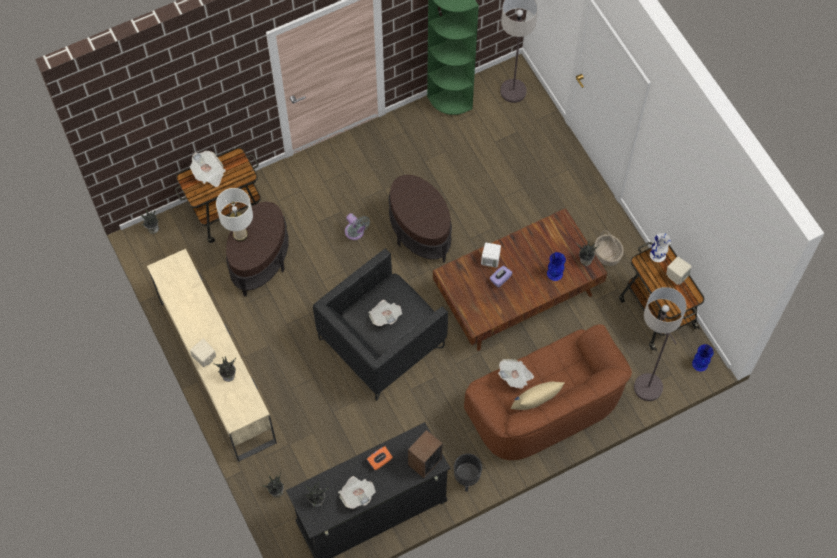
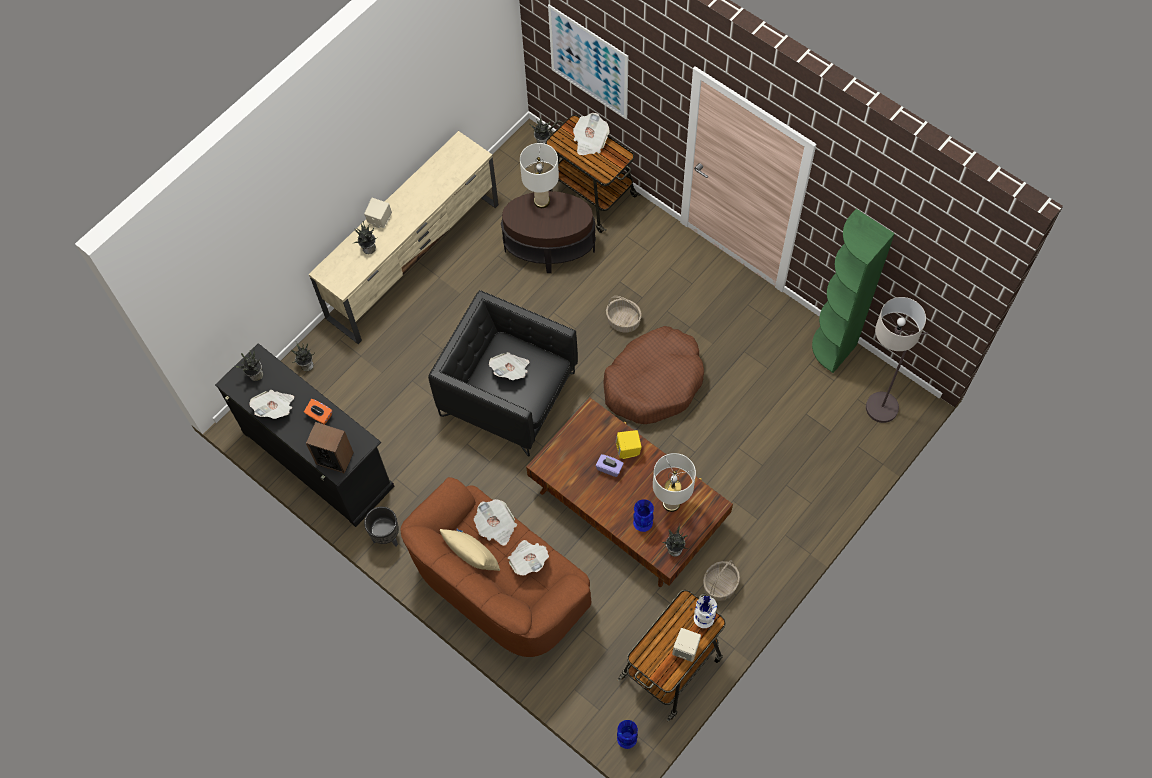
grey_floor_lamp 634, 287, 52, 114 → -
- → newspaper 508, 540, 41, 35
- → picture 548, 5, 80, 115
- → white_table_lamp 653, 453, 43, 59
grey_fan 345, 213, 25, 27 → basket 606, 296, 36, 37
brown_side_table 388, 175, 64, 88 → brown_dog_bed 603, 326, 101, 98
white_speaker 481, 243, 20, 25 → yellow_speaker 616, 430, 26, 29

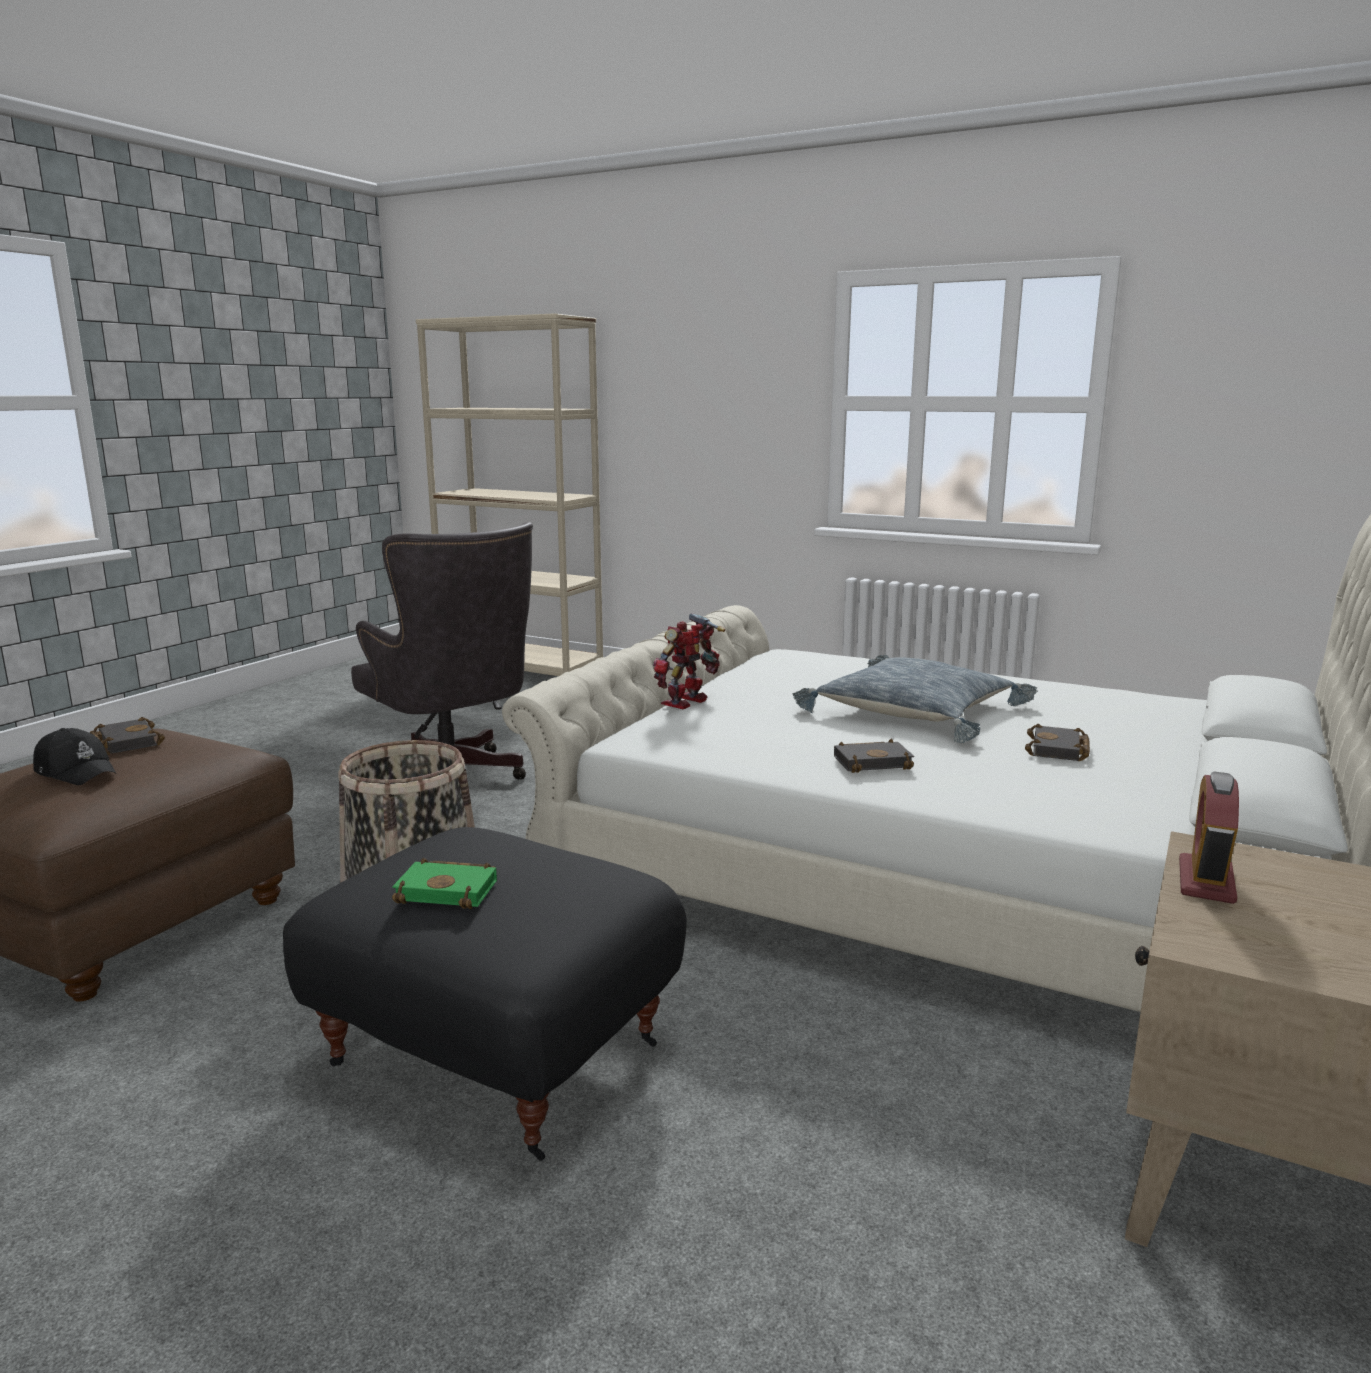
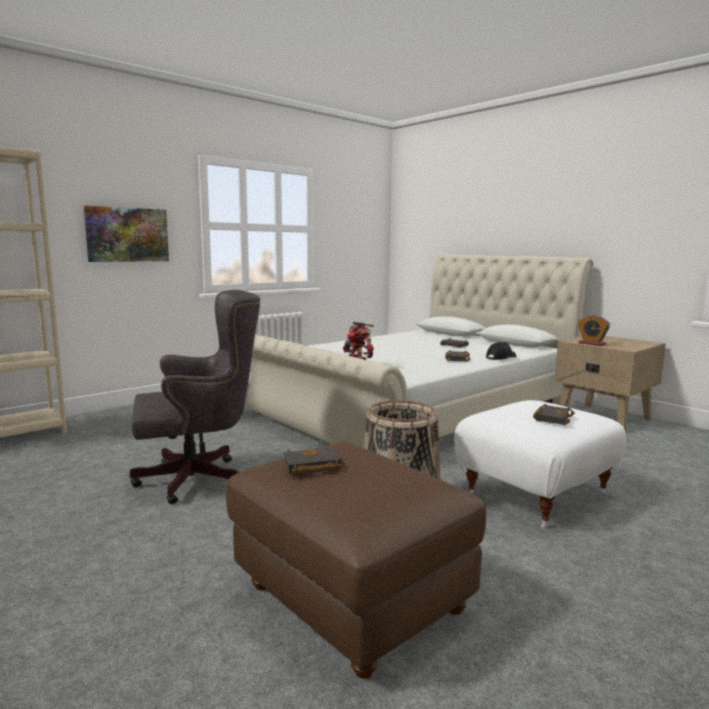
pillow 793, 654, 244, 89 → -
- → picture 84, 206, 85, 56
black_cap 33, 728, 83, 57 → black_cap 486, 342, 30, 18, shifted
black_ottoman 283, 827, 403, 334 → white_ottoman 454, 400, 172, 129
green_book 392, 858, 105, 51 → black_book 533, 404, 42, 21

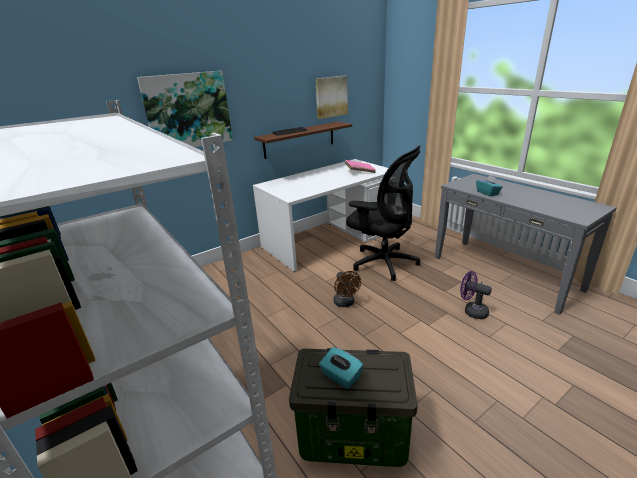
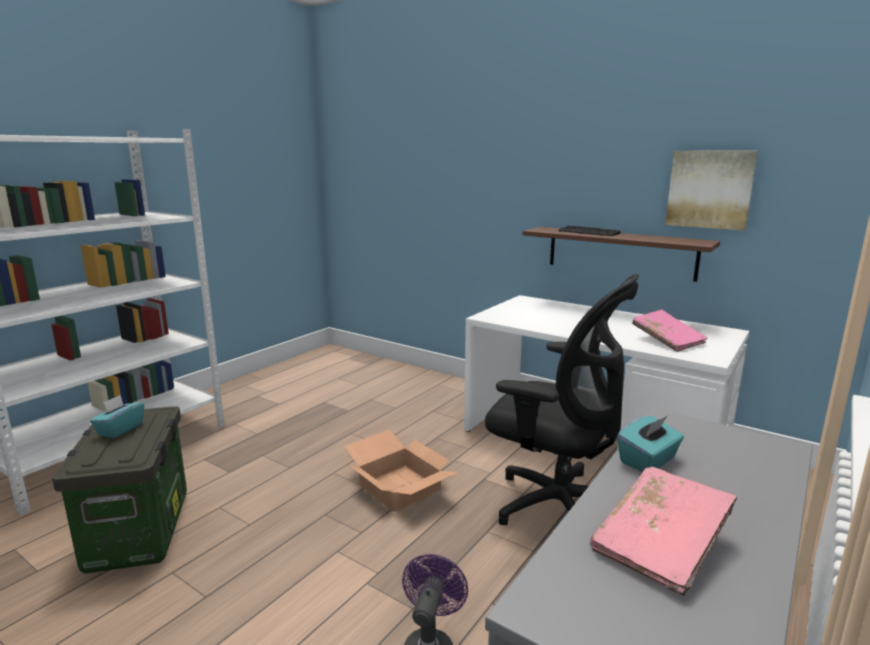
picture 137, 71, 96, 76 → -
- → pink_book 590, 467, 147, 129
brown_fan 333, 271, 28, 36 → cardboard_box 344, 430, 114, 82
black_office_chair 346, 146, 74, 135 → black_office_chair 485, 274, 154, 251, 75 degrees counterclockwise

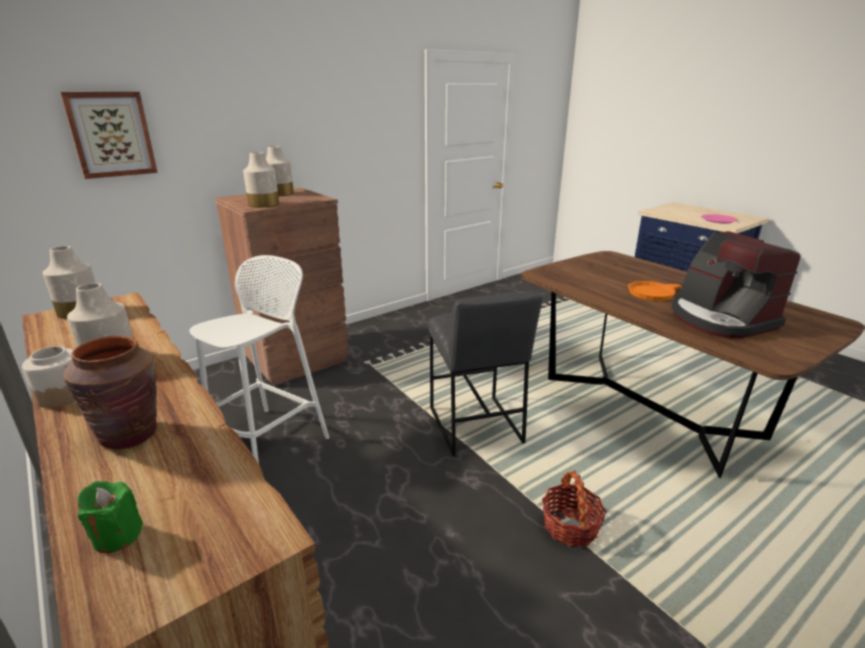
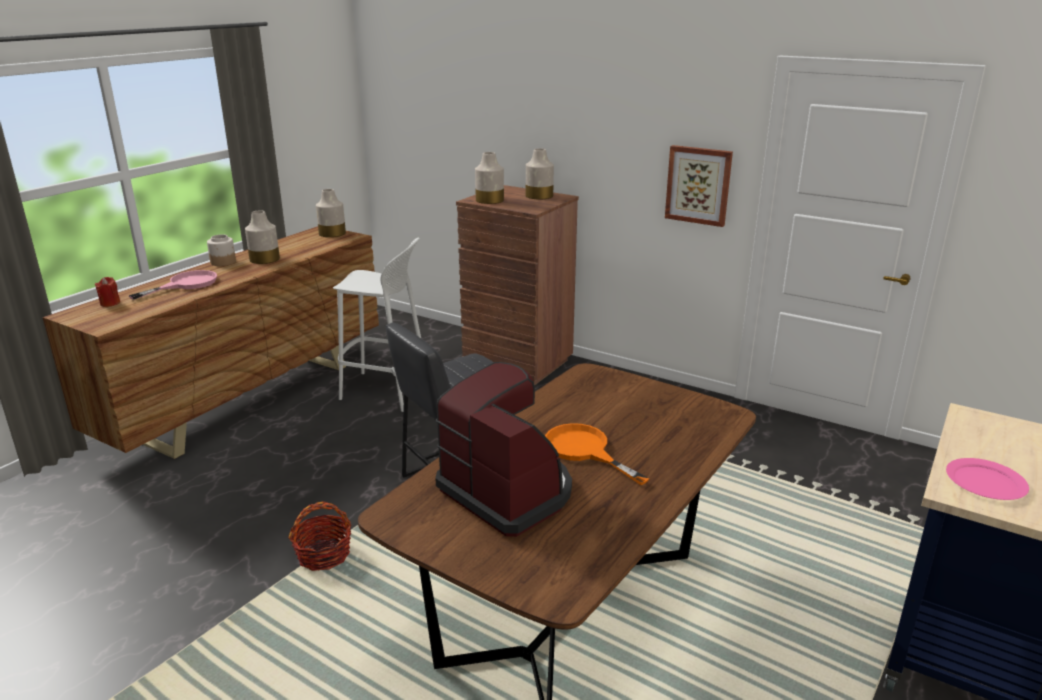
picture 60, 92, 98, 87 → picture 665, 145, 68, 82, shifted
brown_vase 63, 336, 94, 114 → pink_frying_pan 129, 270, 88, 30
green_candle 78, 481, 65, 72 → red_candle 95, 277, 25, 30
coffee_machine 671, 231, 129, 107 → coffee_machine 435, 362, 137, 175, 90 degrees clockwise

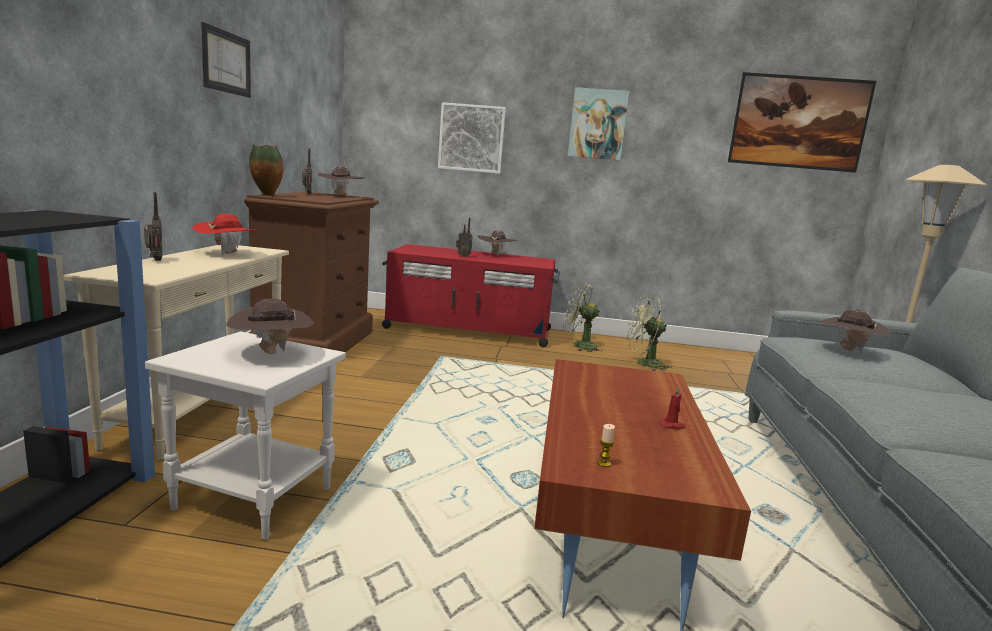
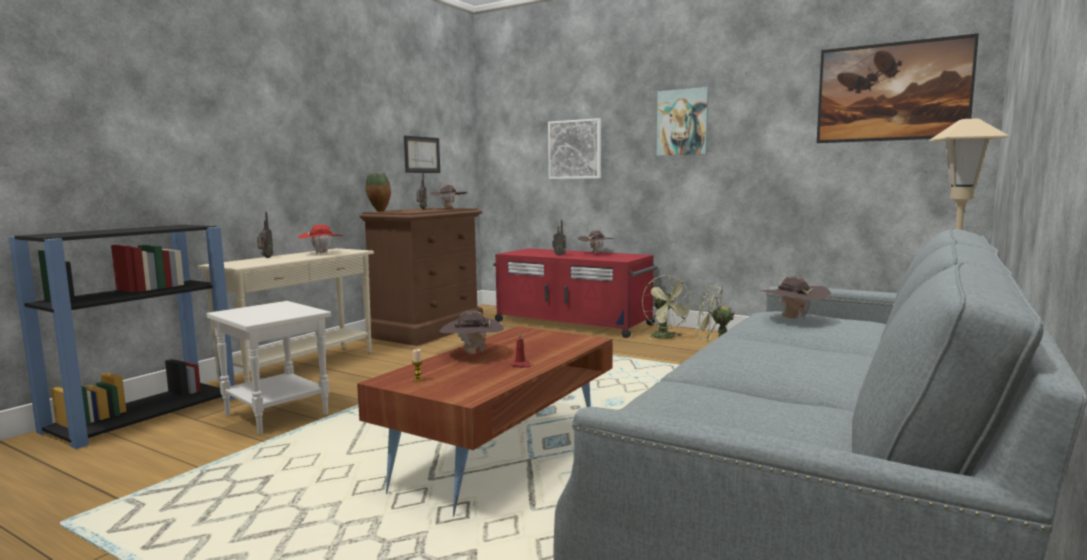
picture 201, 22, 50, 76 → picture 404, 136, 36, 37, shifted
brown_hat 226, 298, 88, 56 → brown_hat 439, 310, 65, 44, shifted
green_fan 563, 282, 38, 70 → green_fan 642, 275, 52, 65, 150 degrees counterclockwise

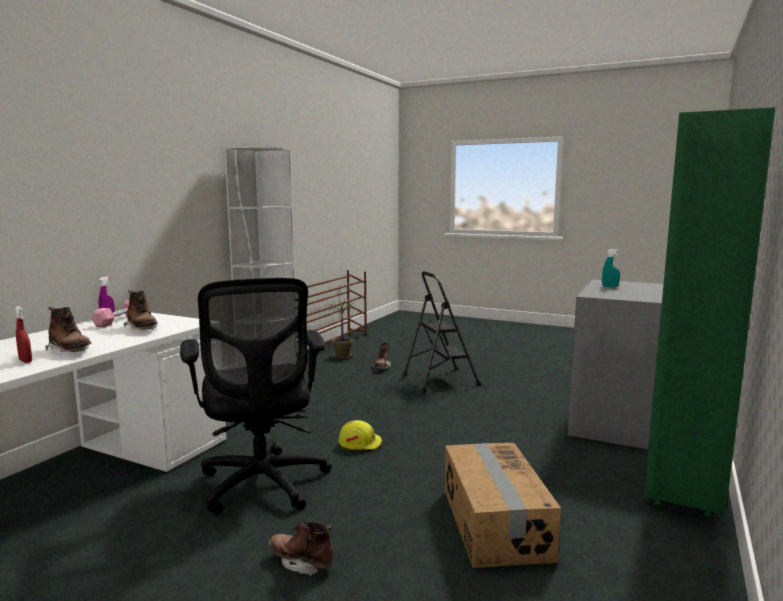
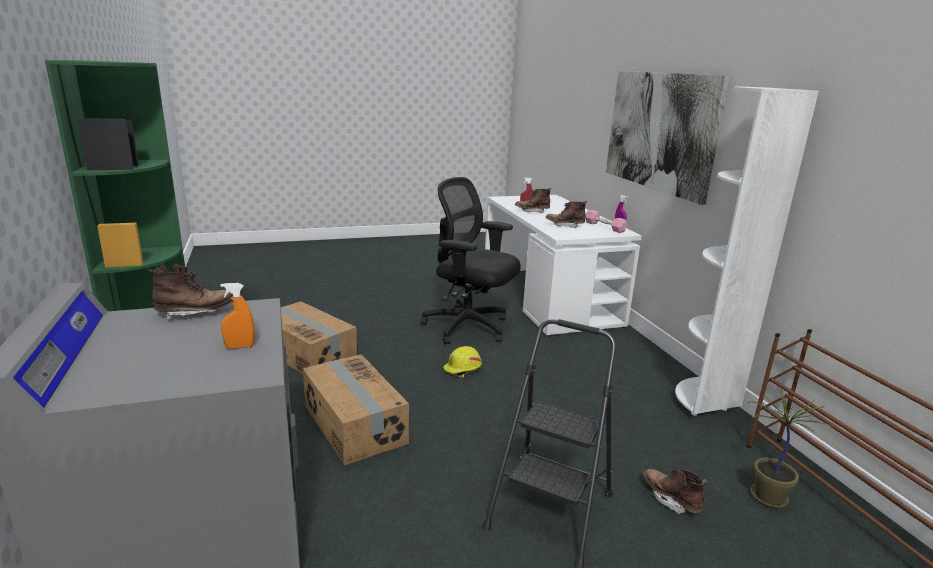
- → cardboard_box 303, 354, 106, 111
- → picture 606, 71, 124, 134
brown_boot 268, 522, 66, 54 → brown_boot 148, 264, 85, 56, shifted
turquoise_spray_bottle 602, 249, 18, 38 → orange_spray_bottle 220, 283, 35, 66

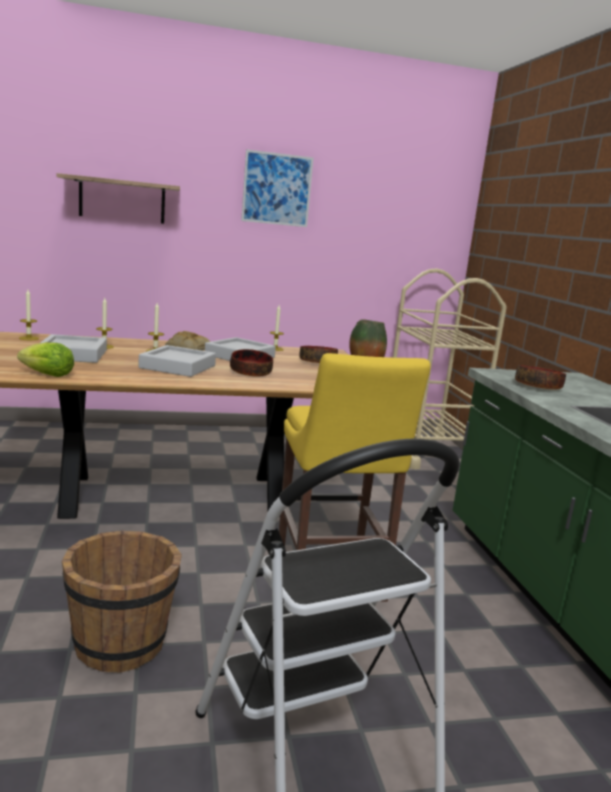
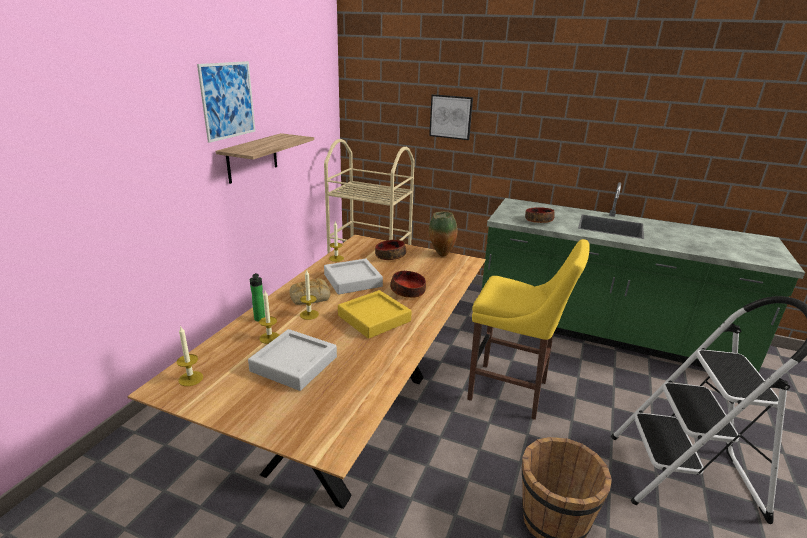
lettuce 17, 342, 57, 35 → -
- → bottle 250, 273, 15, 49
- → picture 429, 94, 44, 46
shelf 56, 173, 124, 51 → shelf 215, 133, 99, 51, shifted
grey_tray 138, 345, 78, 32 → yellow_tray 338, 290, 73, 49

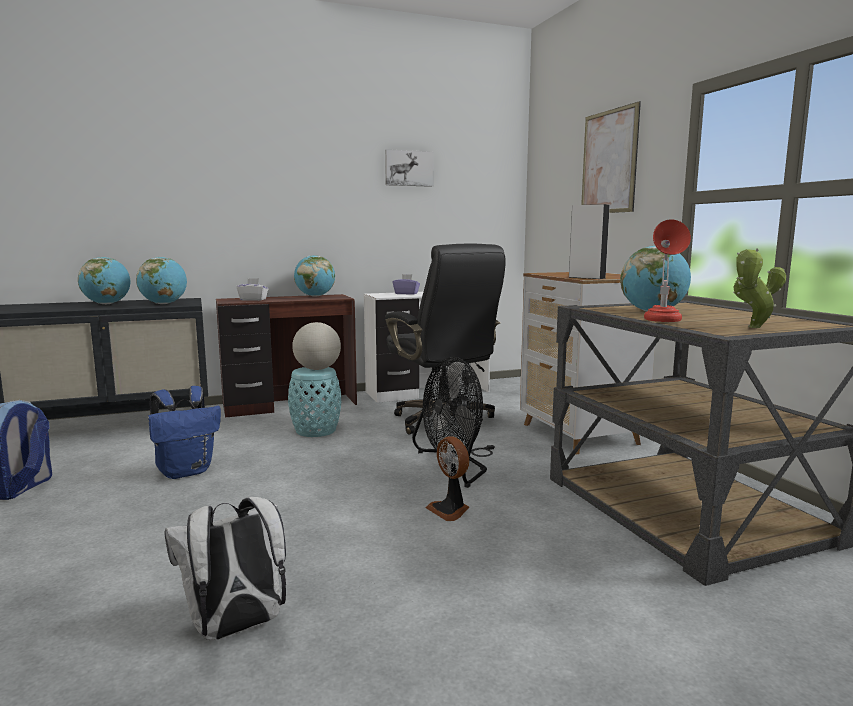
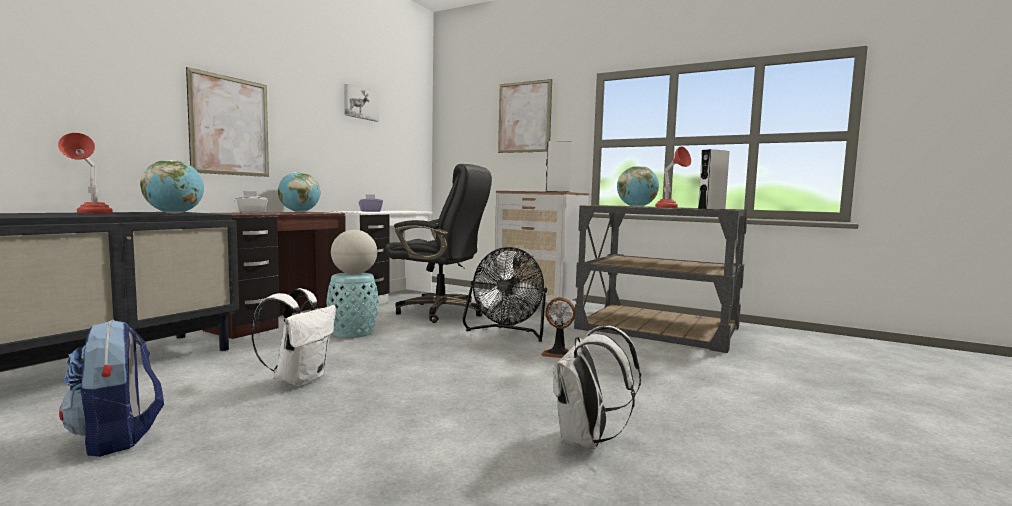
- → picture 186, 67, 83, 110
globe 78, 257, 52, 47 → red_table_lamp 58, 133, 55, 81
potted_plant 733, 248, 53, 80 → white_speaker 698, 149, 32, 61
blue_backpack 148, 386, 73, 93 → white_backpack 252, 288, 84, 99

